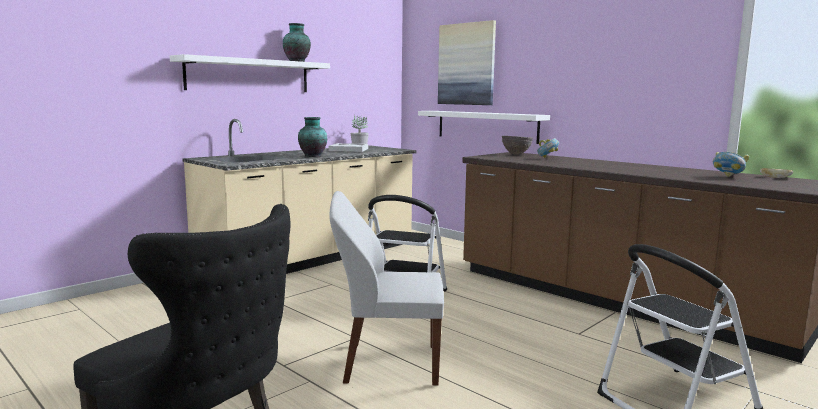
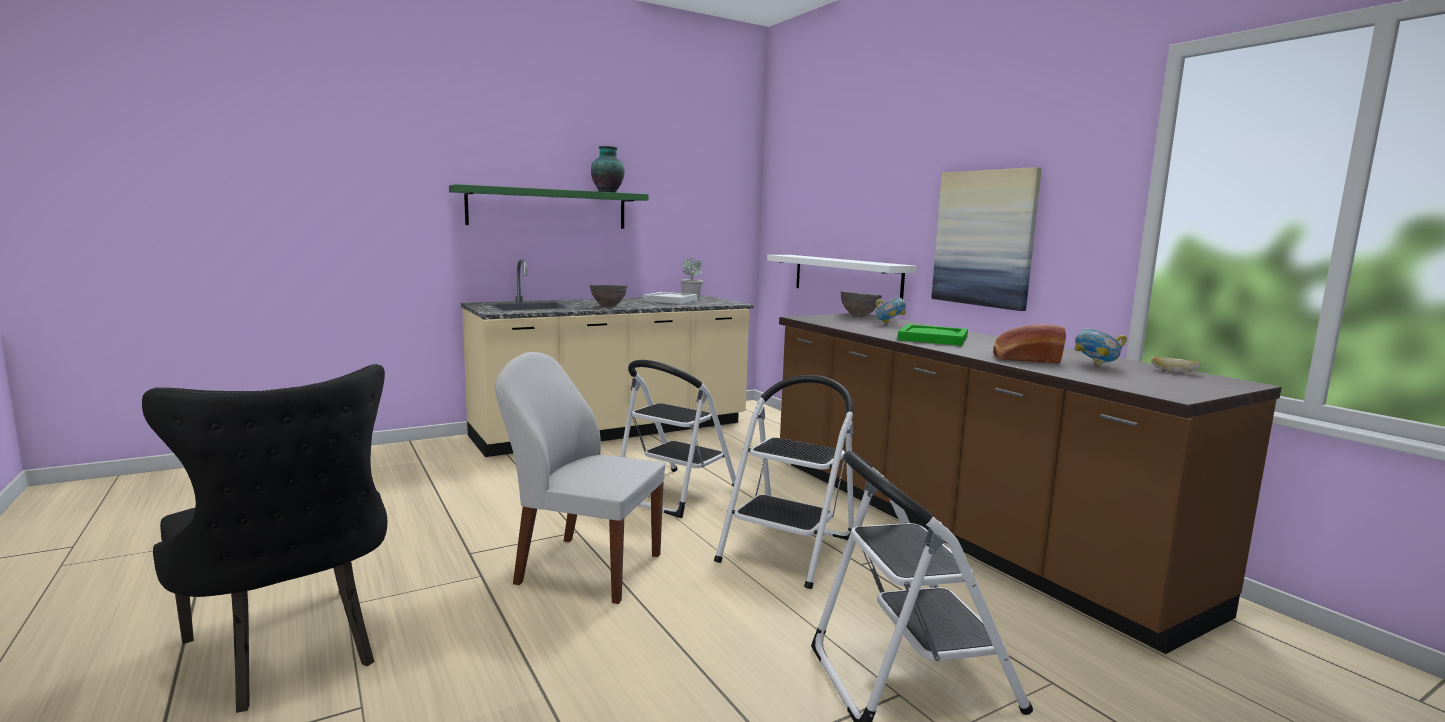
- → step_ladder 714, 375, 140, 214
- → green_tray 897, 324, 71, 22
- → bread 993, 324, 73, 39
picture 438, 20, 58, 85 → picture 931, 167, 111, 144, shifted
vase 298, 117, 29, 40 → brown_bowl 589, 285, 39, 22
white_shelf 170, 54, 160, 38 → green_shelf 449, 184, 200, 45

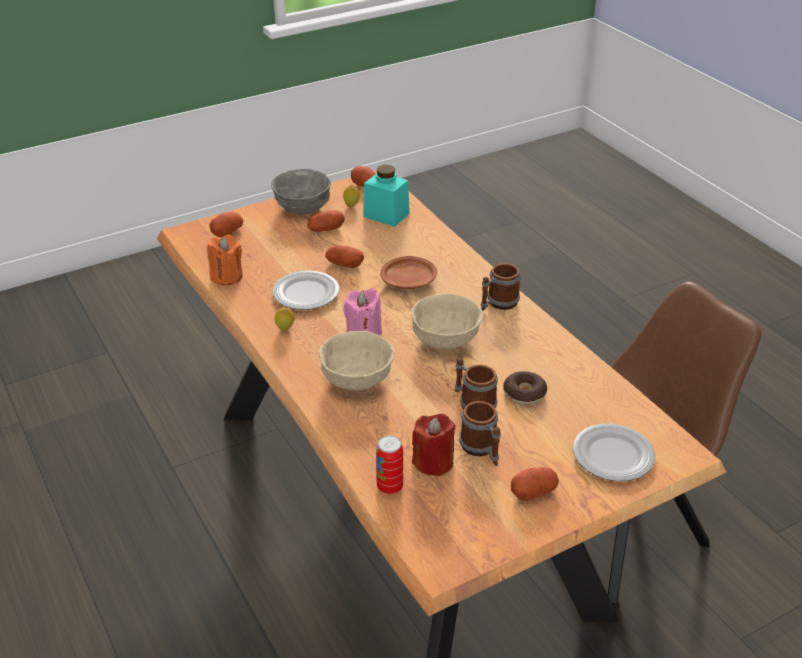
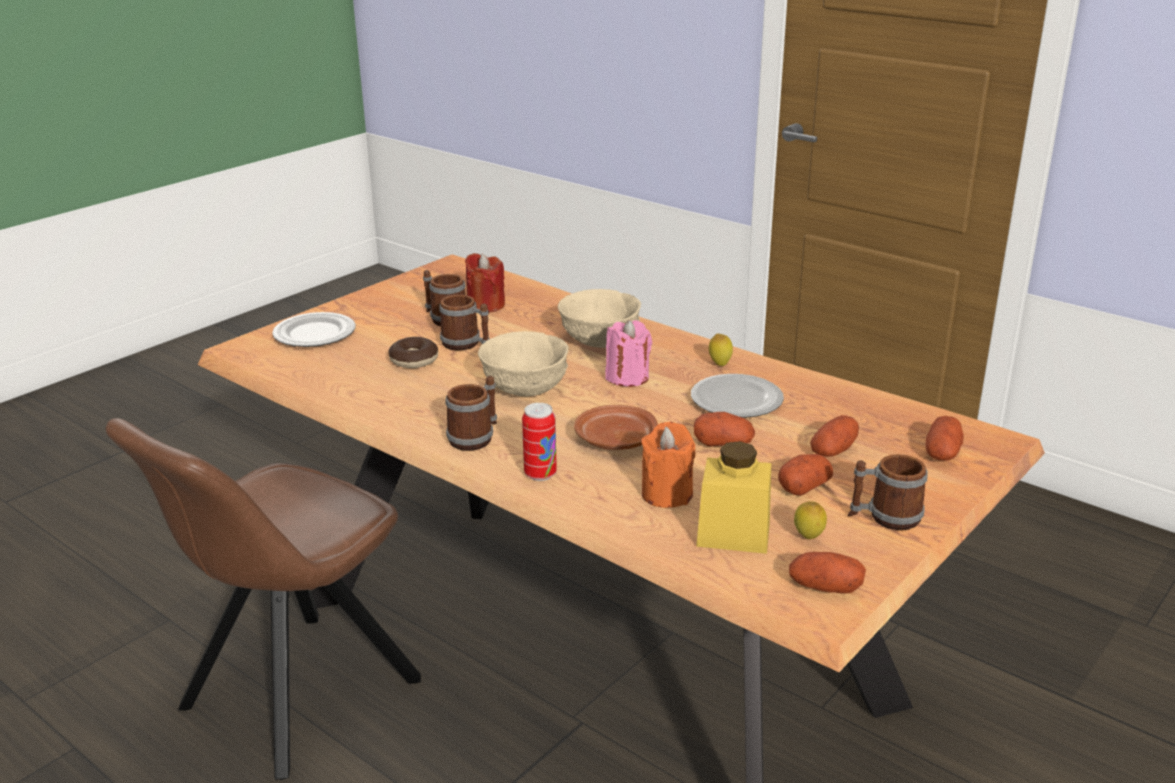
orange_candle 207, 235, 36, 50 → orange_candle 641, 422, 54, 86, shifted
can 376, 435, 27, 60 → can 522, 403, 35, 78, shifted
potato 511, 467, 48, 34 → potato 810, 415, 49, 42, shifted
grey_bowl 271, 169, 60, 46 → mug 848, 454, 80, 76
turquoise_jar 363, 165, 47, 62 → yellow_jar 696, 441, 75, 113

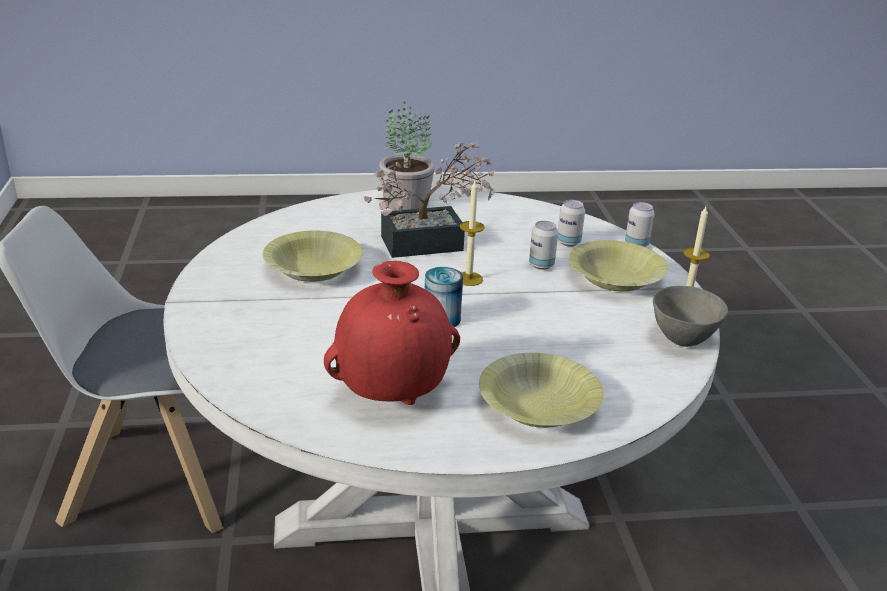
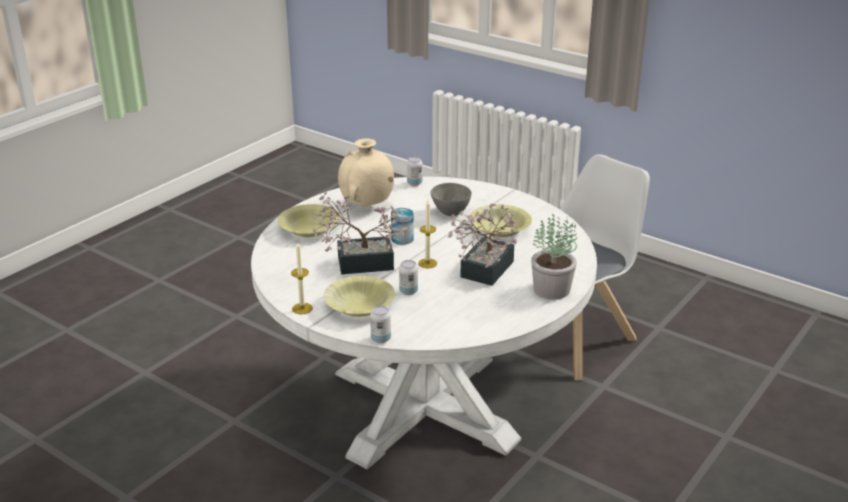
- → potted_plant 313, 192, 94, 83
can 558, 200, 27, 47 → can 407, 157, 16, 29, shifted
grey_bowl 653, 286, 75, 61 → grey_bowl 431, 183, 41, 33, shifted
red_vase 324, 261, 136, 144 → beige_vase 338, 138, 56, 69

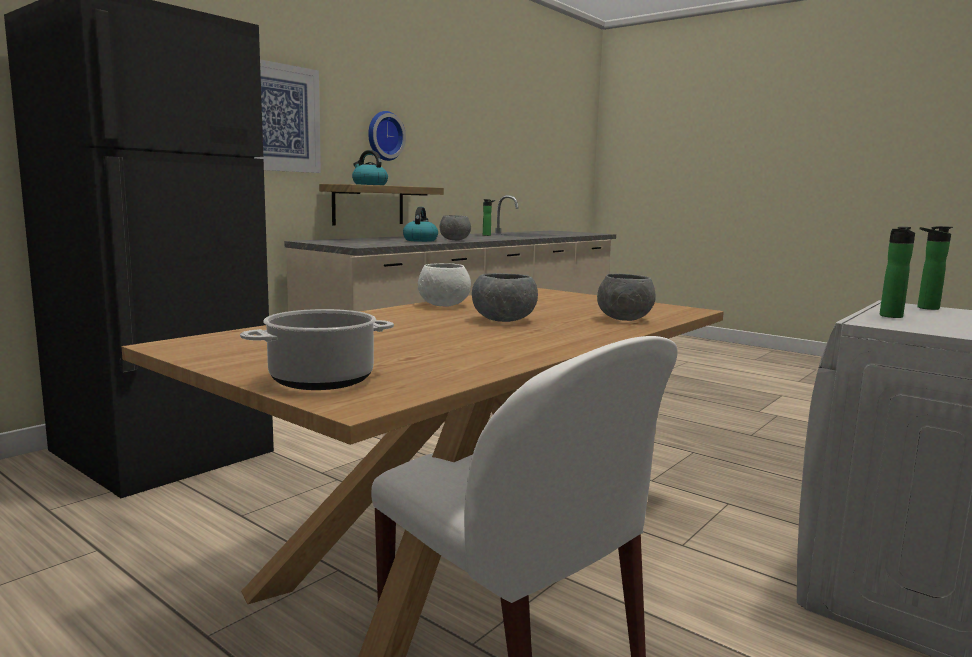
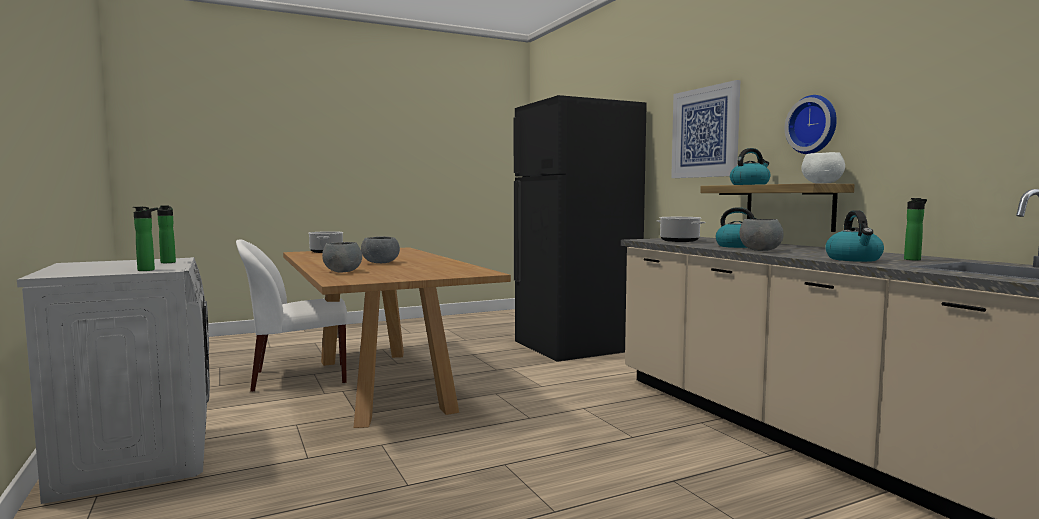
- → cooking_pot 657, 217, 48, 25
- → kettle 825, 210, 59, 52
white_bowl 418, 263, 53, 44 → white_bowl 801, 152, 44, 32, shifted

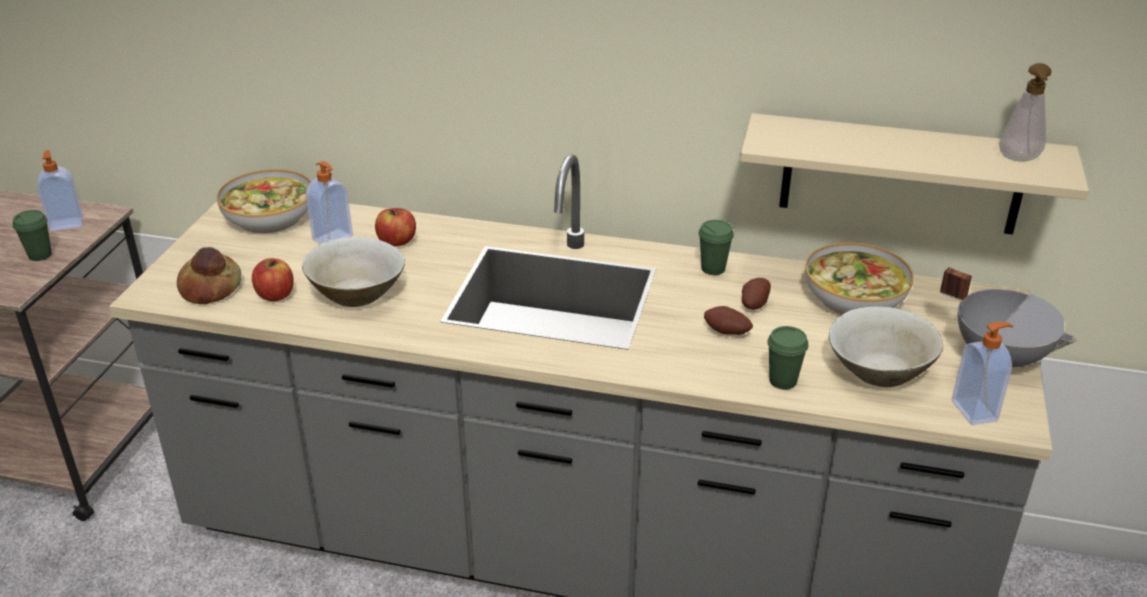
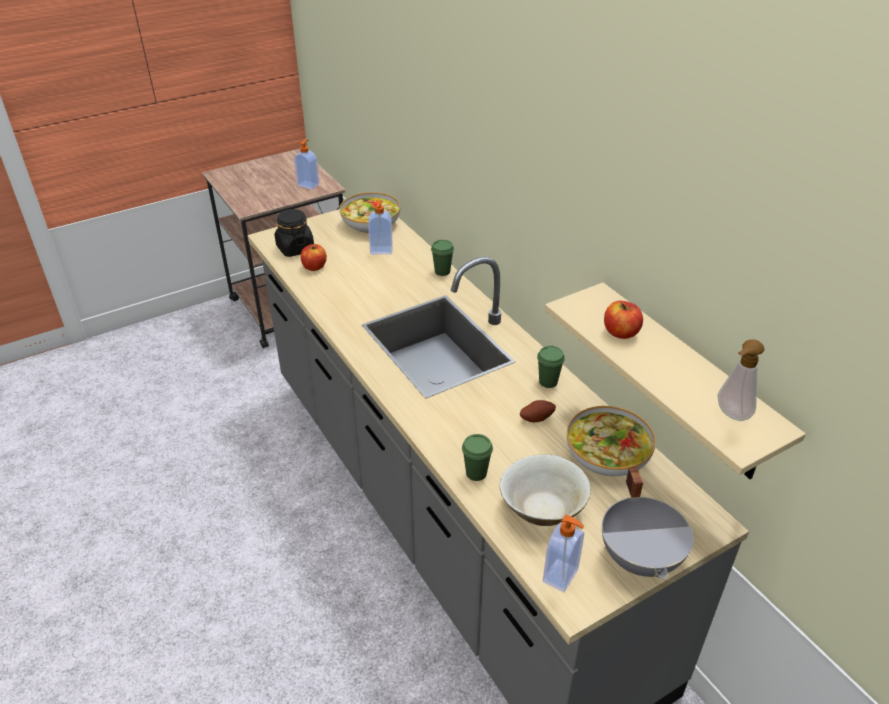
beige_bowl 302, 237, 103, 70 → -
potato 704, 306, 49, 29 → -
green_cup 13, 210, 39, 51 → green_cup 431, 240, 23, 36, shifted
apple 375, 208, 41, 38 → apple 604, 301, 39, 38, shifted
bread 177, 247, 64, 57 → black_jar 275, 209, 39, 48

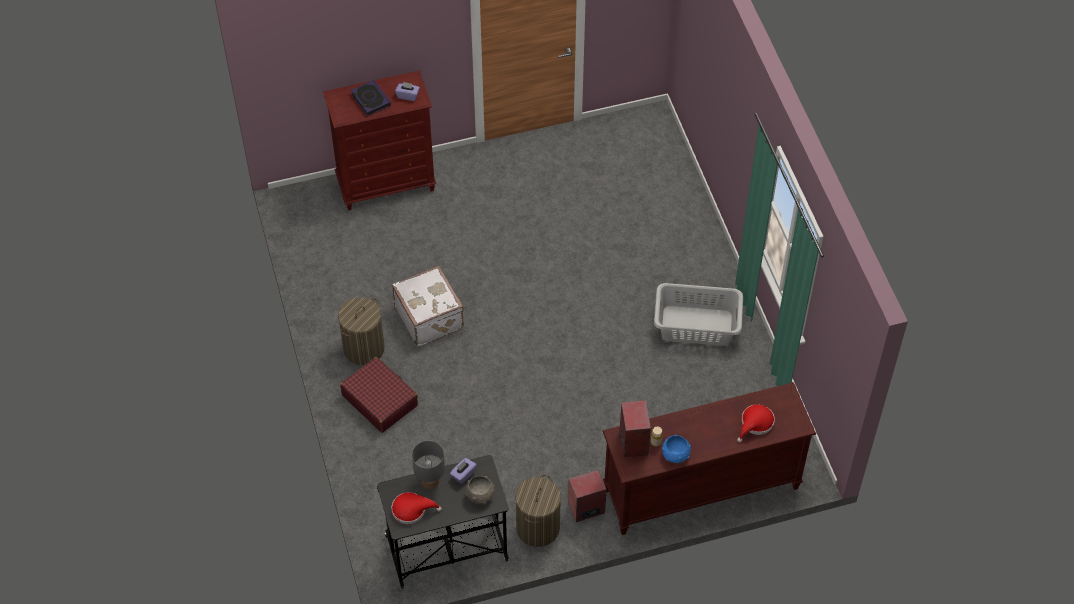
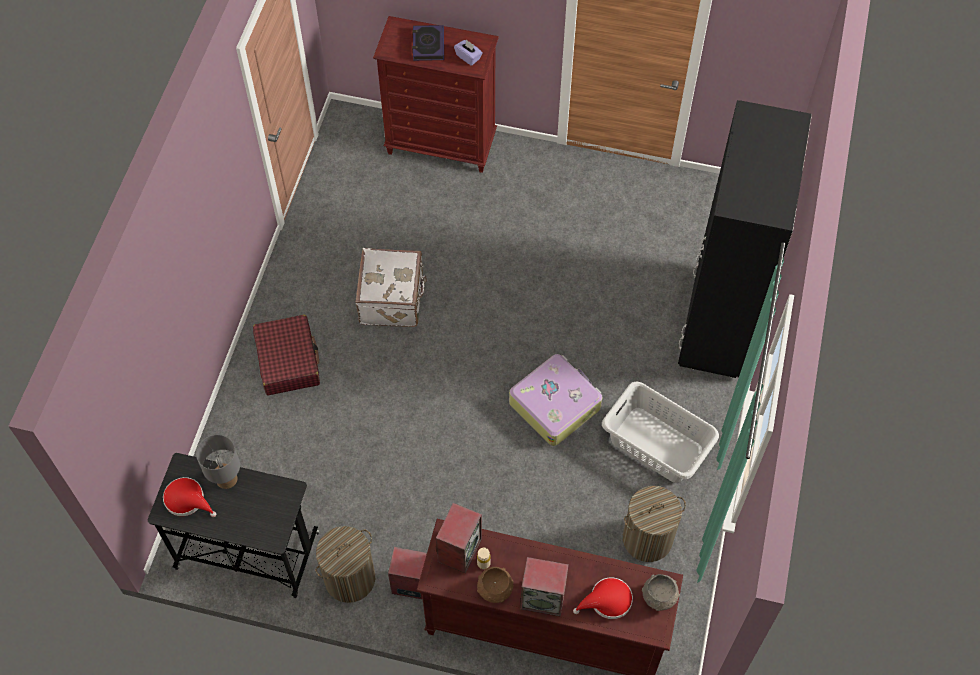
purple_tissue_box 450, 458, 27, 26 → -
- → suitcase 509, 354, 94, 92
- → speaker 520, 557, 49, 60
- → black_wardrobe 678, 100, 134, 278
laundry_basket 338, 297, 47, 68 → laundry_basket 623, 486, 63, 76, shifted
grey_bowl 465, 476, 30, 28 → grey_bowl 642, 574, 38, 37, shifted
blue_bowl 662, 434, 29, 29 → brown_bowl 477, 567, 36, 36

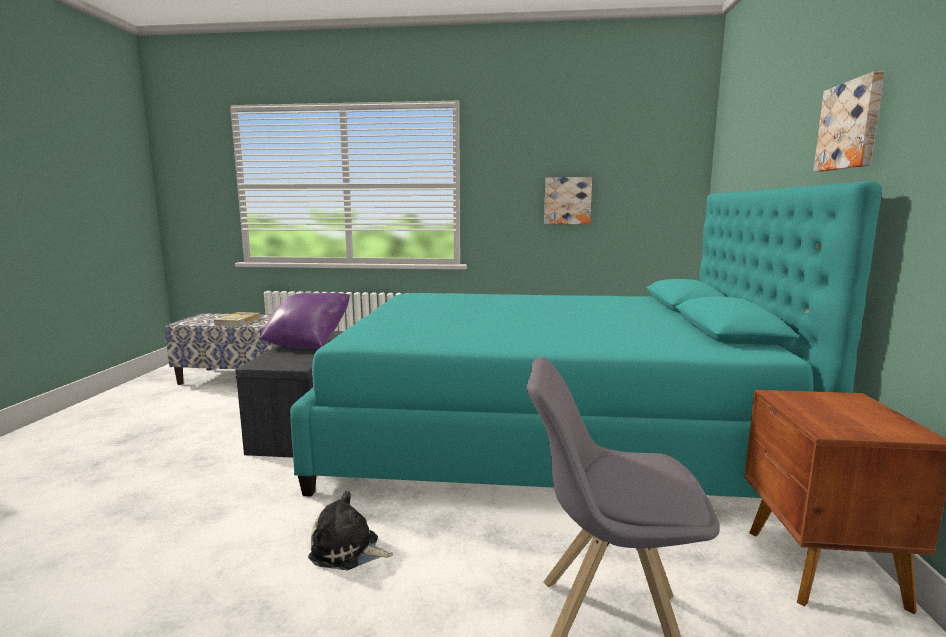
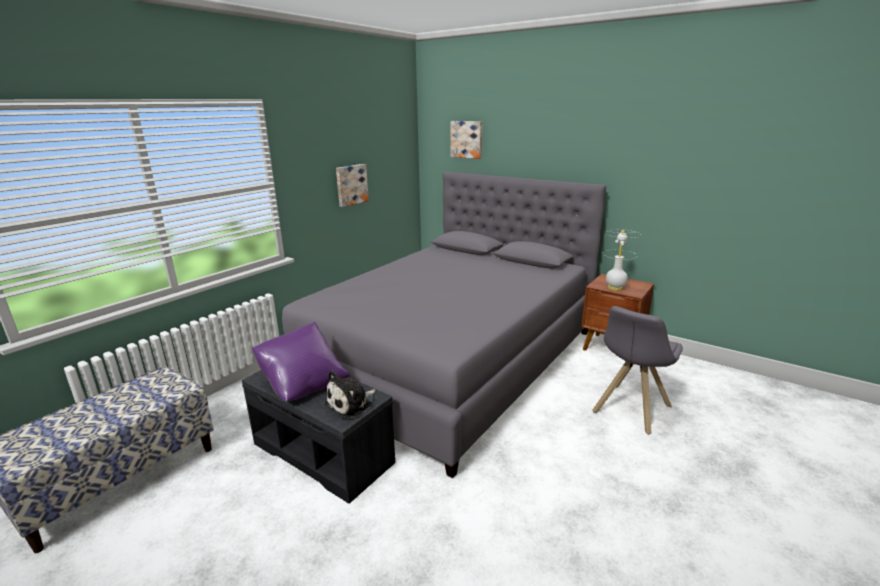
book 214, 312, 46, 14 → -
- → white_table_lamp 603, 229, 38, 62
plush_toy 308, 490, 85, 80 → plush_toy 325, 370, 51, 48, shifted
picture 813, 71, 72, 101 → picture 450, 121, 32, 38, shifted
turquoise_bed 290, 181, 592, 317 → grey_bed 272, 172, 334, 306

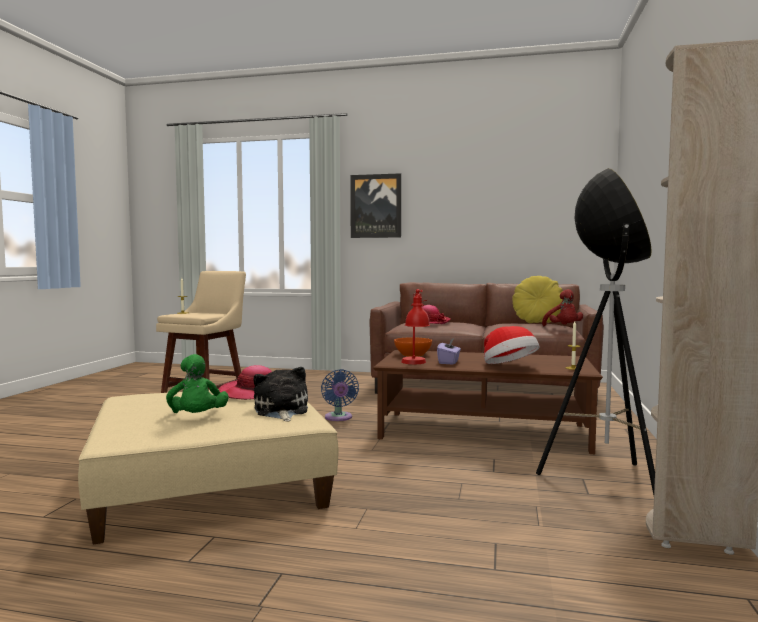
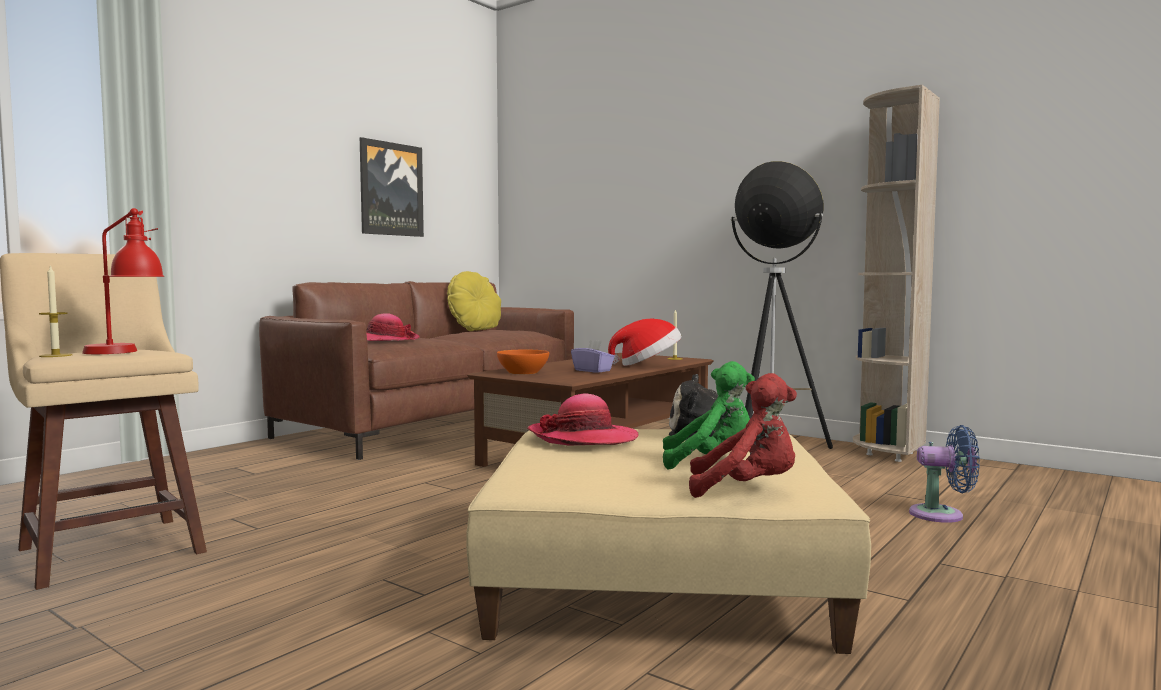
blue_fan 321, 369, 38, 52 → blue_fan 909, 425, 71, 98, shifted
picture 350, 173, 51, 65 → picture 360, 137, 64, 100, shifted
red_table_lamp 401, 289, 29, 75 → red_table_lamp 82, 208, 82, 146, shifted
red_plush_toy 542, 289, 41, 37 → red_plush_toy 689, 373, 108, 125, shifted

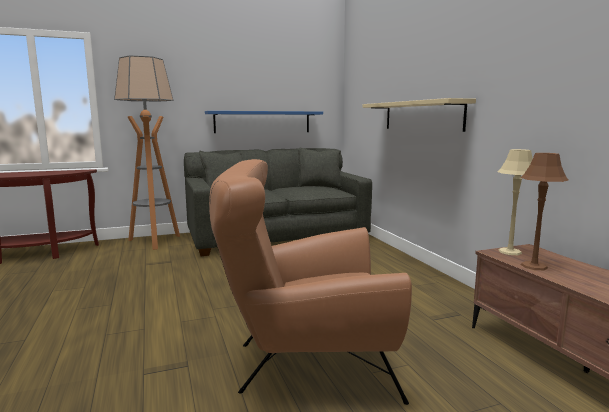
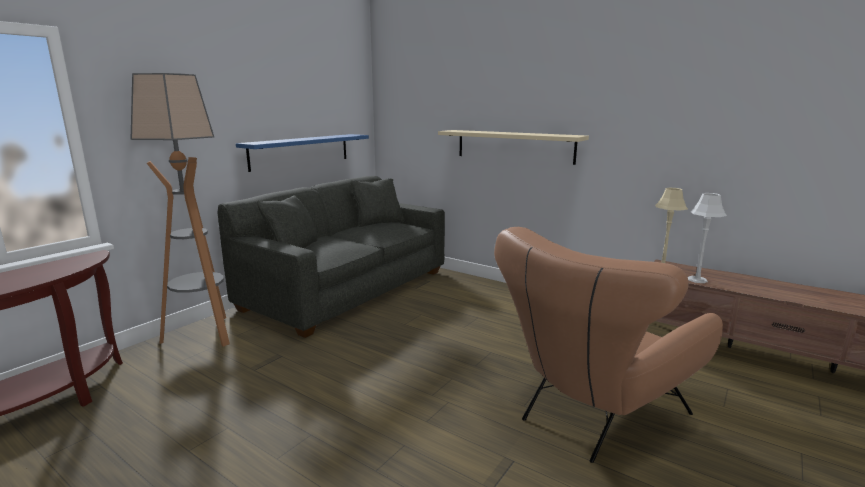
brown_table_lamp 520, 153, 48, 117 → grey_table_lamp 688, 193, 39, 90

